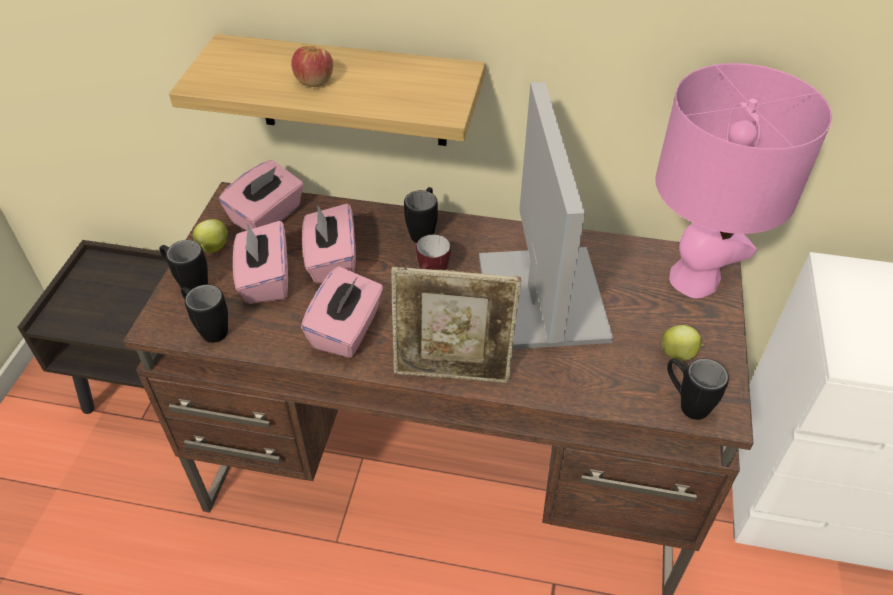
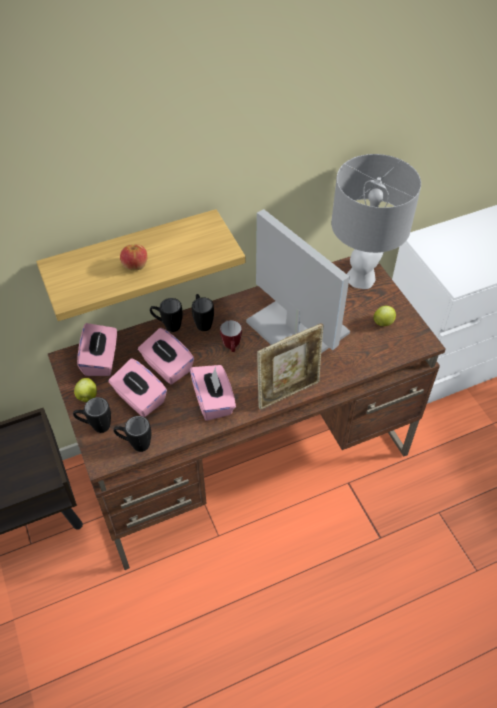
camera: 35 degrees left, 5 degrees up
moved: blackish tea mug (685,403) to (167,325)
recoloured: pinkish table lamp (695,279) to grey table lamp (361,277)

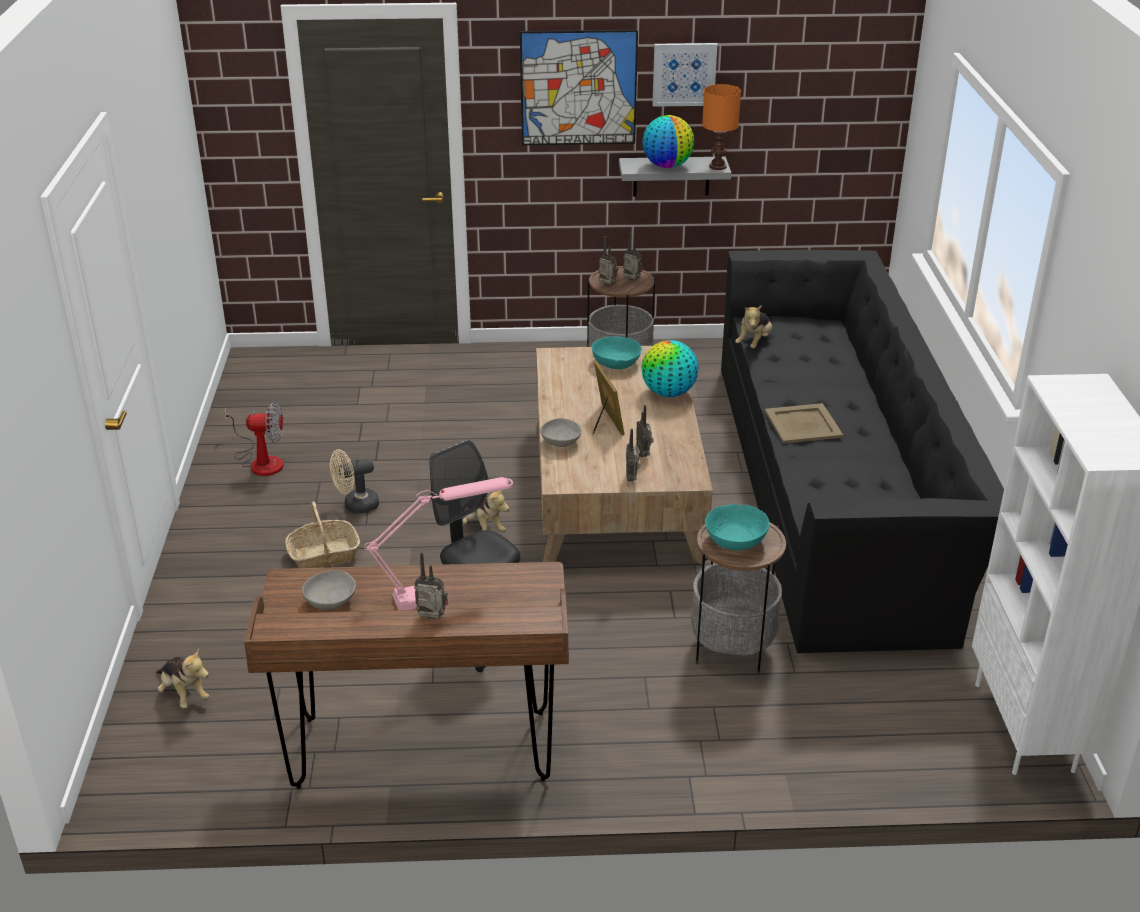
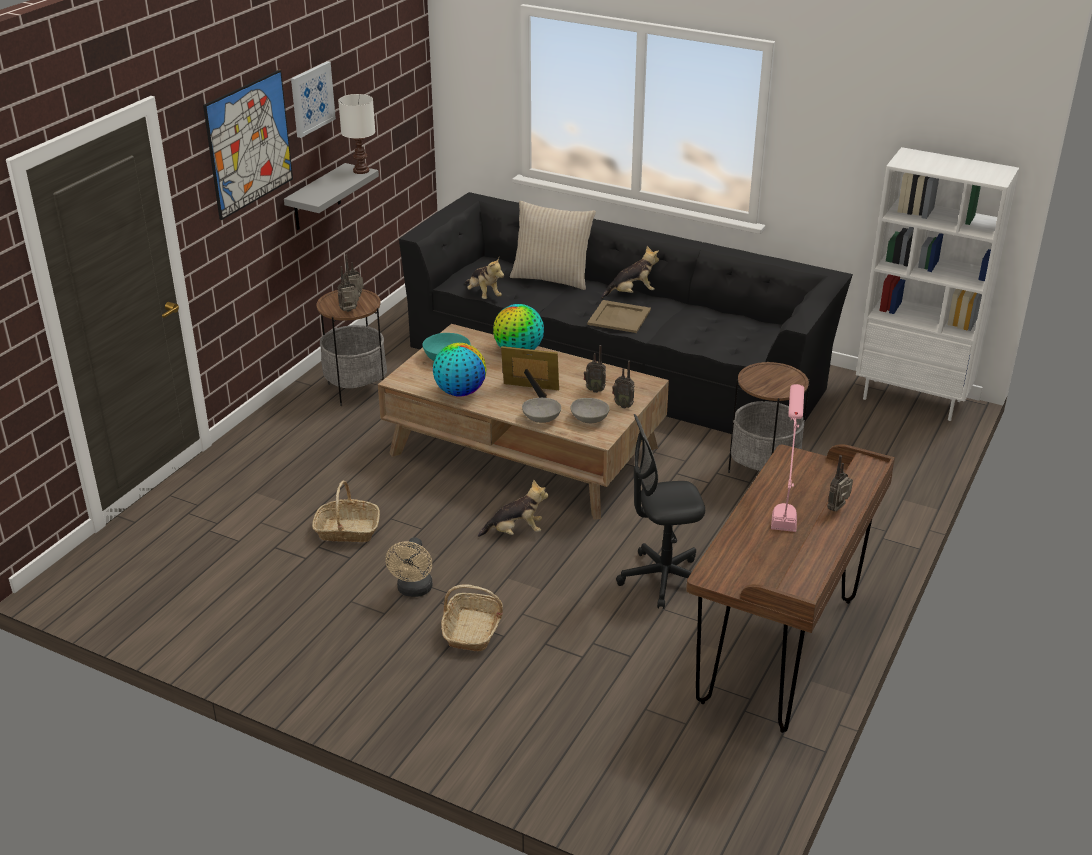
camera: 60 degrees left, 0 degrees up
removed: electric fan (261,461); turquoise-coloured serving bowl (735,539)
added: sand-coloured throw pillow (552,278); household basket (347,530)
moved: desk globe (667,166) to (460,392); grey serving bowl (330,602) to (589,419); soft toy (184,694) to (632,293)
recoloured: orange table lamp (718,166) to whitish table lamp (361,170)

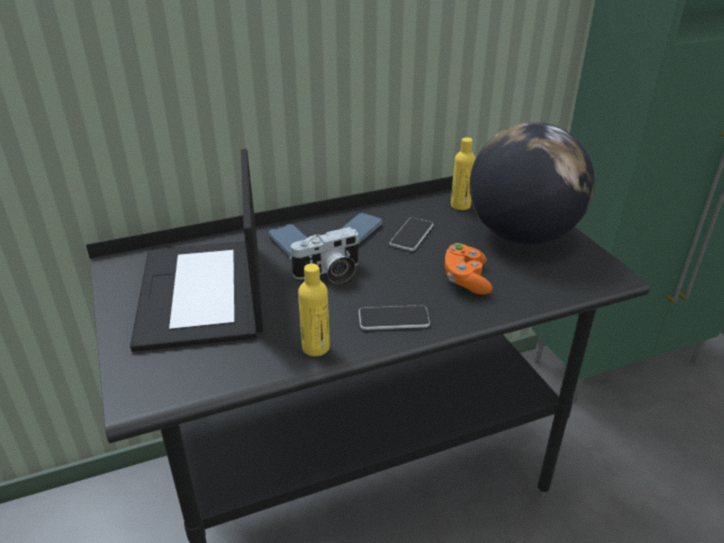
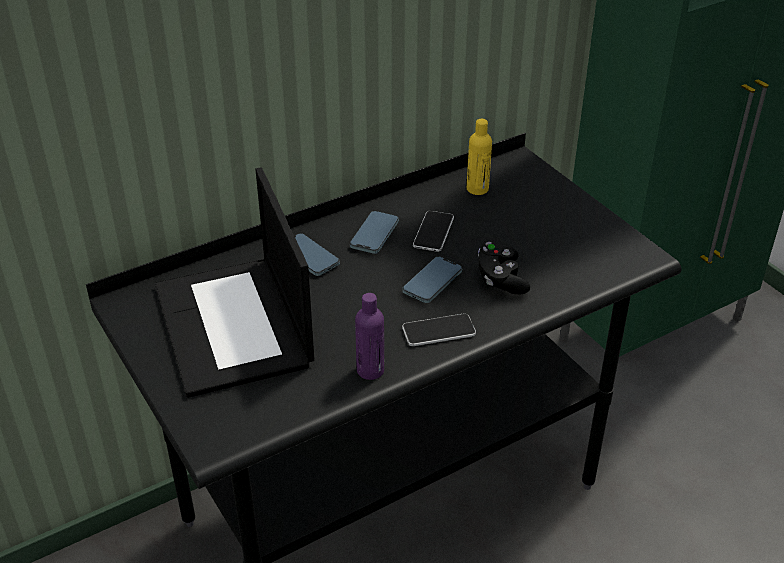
camera: 10 degrees left, 5 degrees up
removed: desk globe (522,235); still camera (329,273)
added: telephone (432,282)
recoloured: orange game controller (466,280) to blackish game controller (501,279); yellow-coloured bottle (315,347) to purple-coloured bottle (370,370)

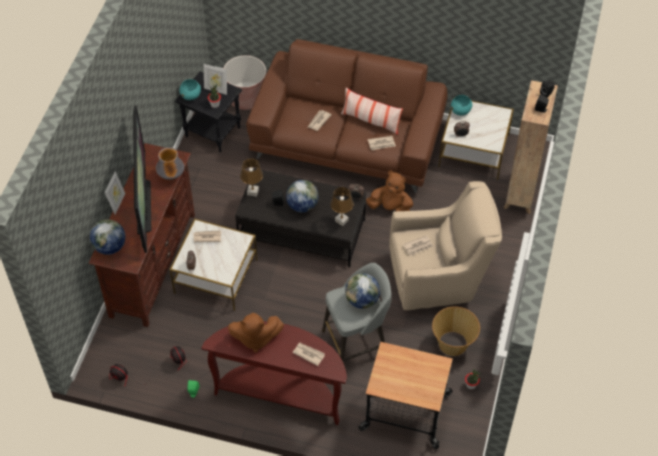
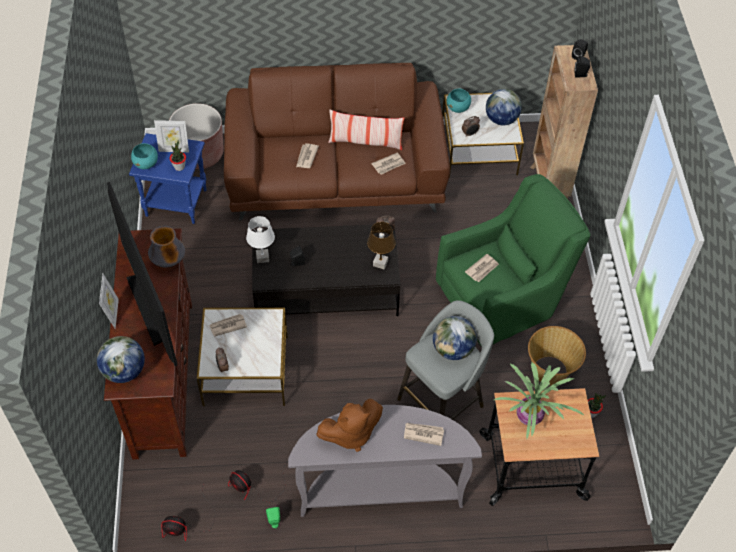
camera: 20 degrees left, 0 degrees up
removed: brown-coloured soft toy (391,209)
added: potted plant (530,418)
moved: desk globe (302,205) to (501,119)
recoloured: blackish accent table (214,131) to blue accent table (177,202); brown-coloured table lamp (253,192) to whitish table lamp (263,258); sand-coloured easy chair (439,278) to green-coloured easy chair (503,300); brown-coloured console table (281,393) to grey console table (380,489)

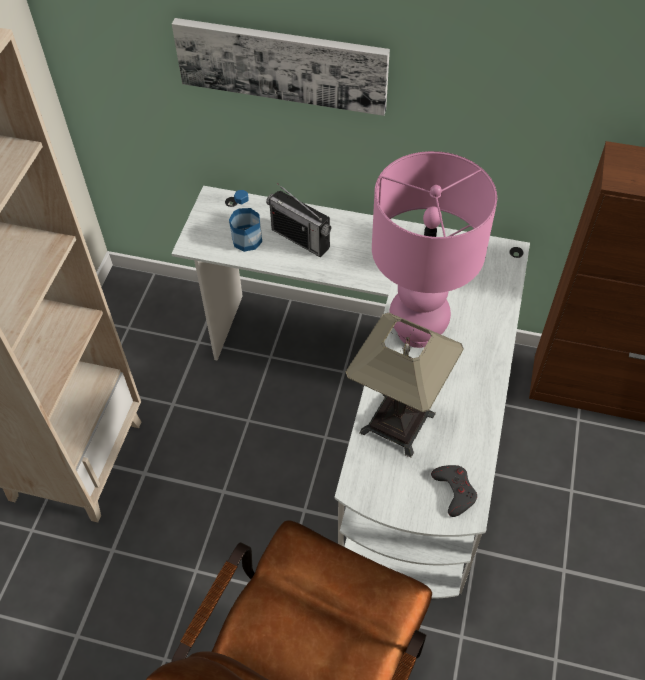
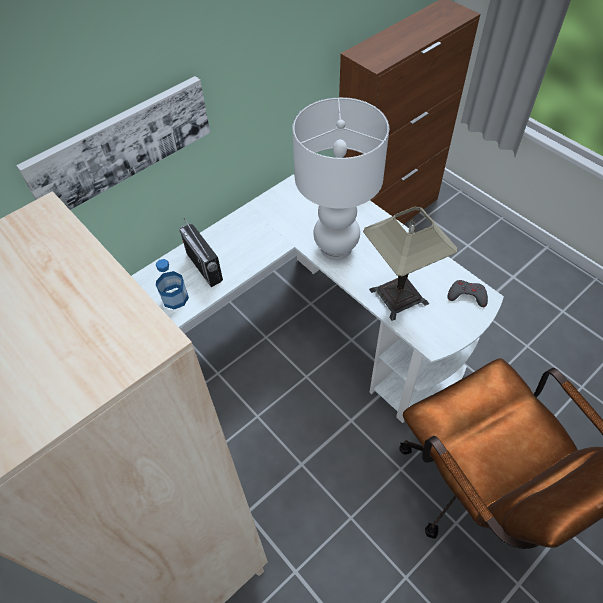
camera: 55 degrees left, 0 degrees up
recoloured: pinkish table lamp (417,331) to whitish table lamp (336,248)
turned: radio receiver (300,238) = (204,267) 75 degrees clockwise

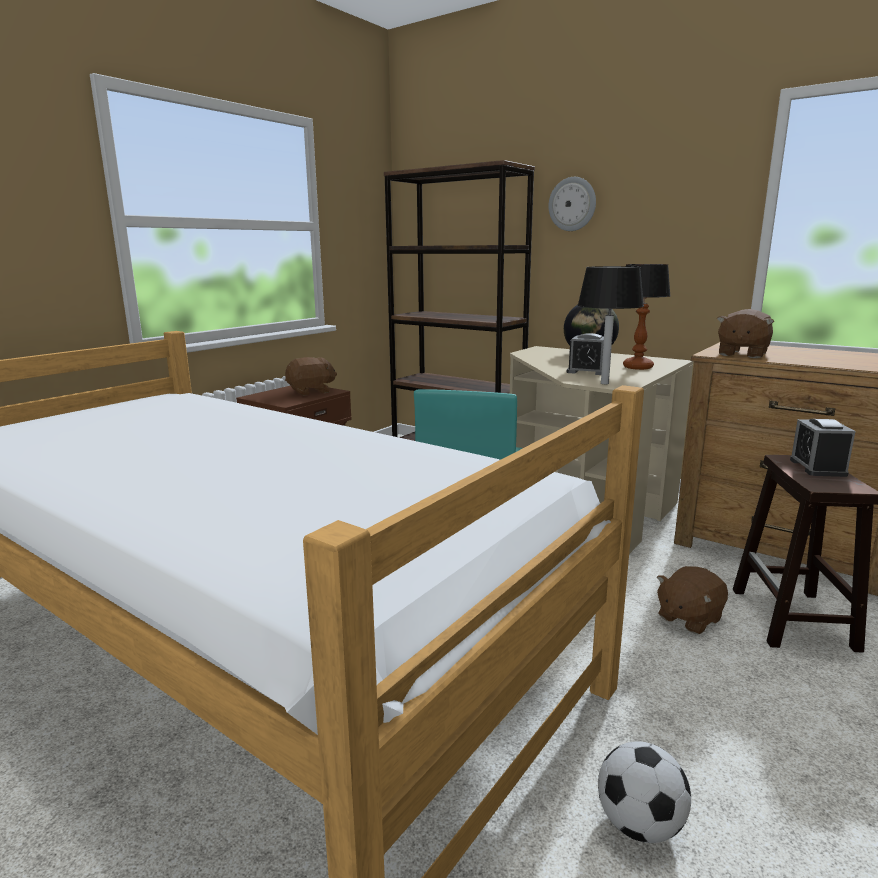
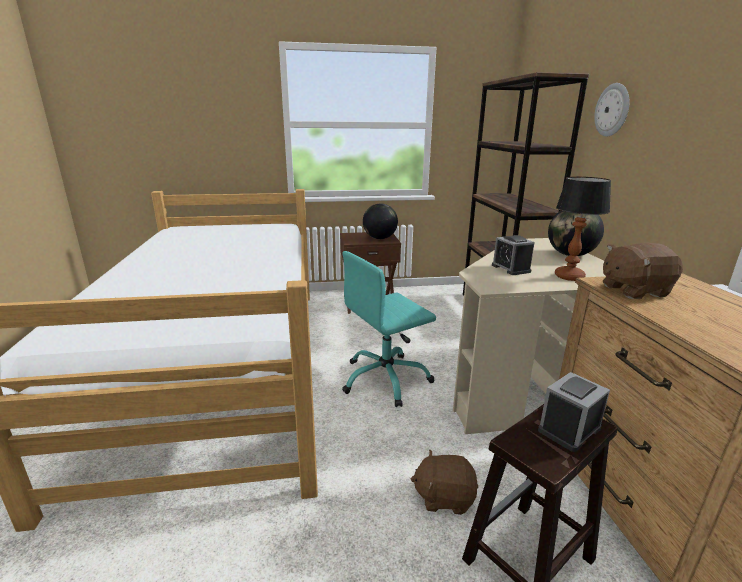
camera: 45 degrees right, 5 degrees up
removed: blackish table lamp (604,383); ball for football (639,825)
replaced: brown-coloured soft toy (311,392) to desk globe (380,238)

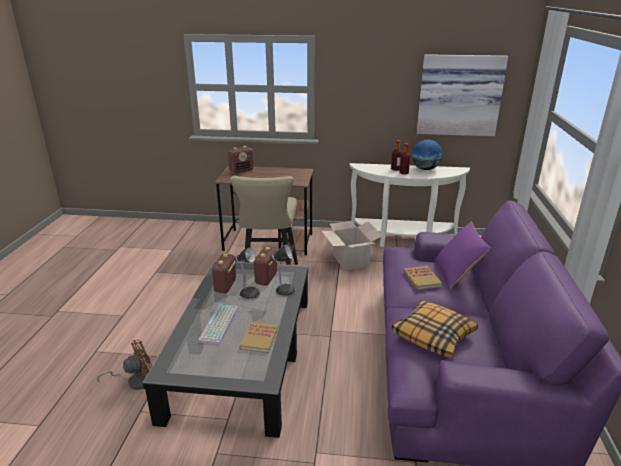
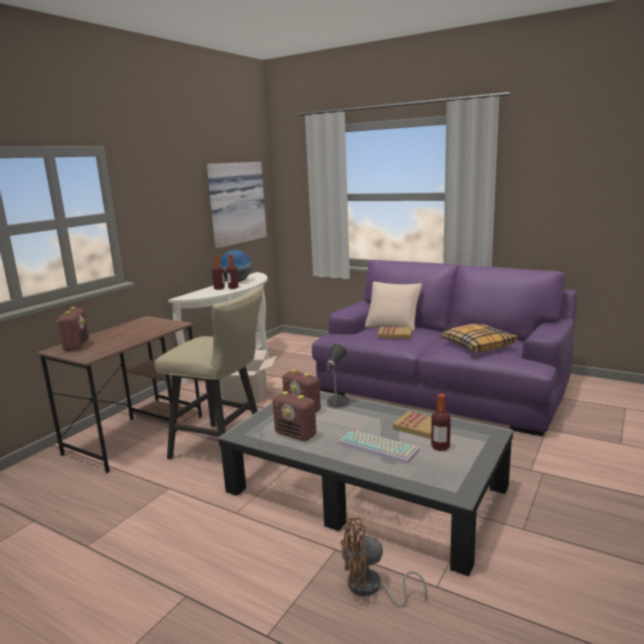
camera: 65 degrees left, 10 degrees down
removed: table lamp (248,293)
added: bottle (440,447)
recoloured: purple-coloured throw pillow (457,274) to sand-coloured throw pillow (393,325)
turned: brown-coloured electric fan (135,381) = (371,588) 90 degrees counterclockwise

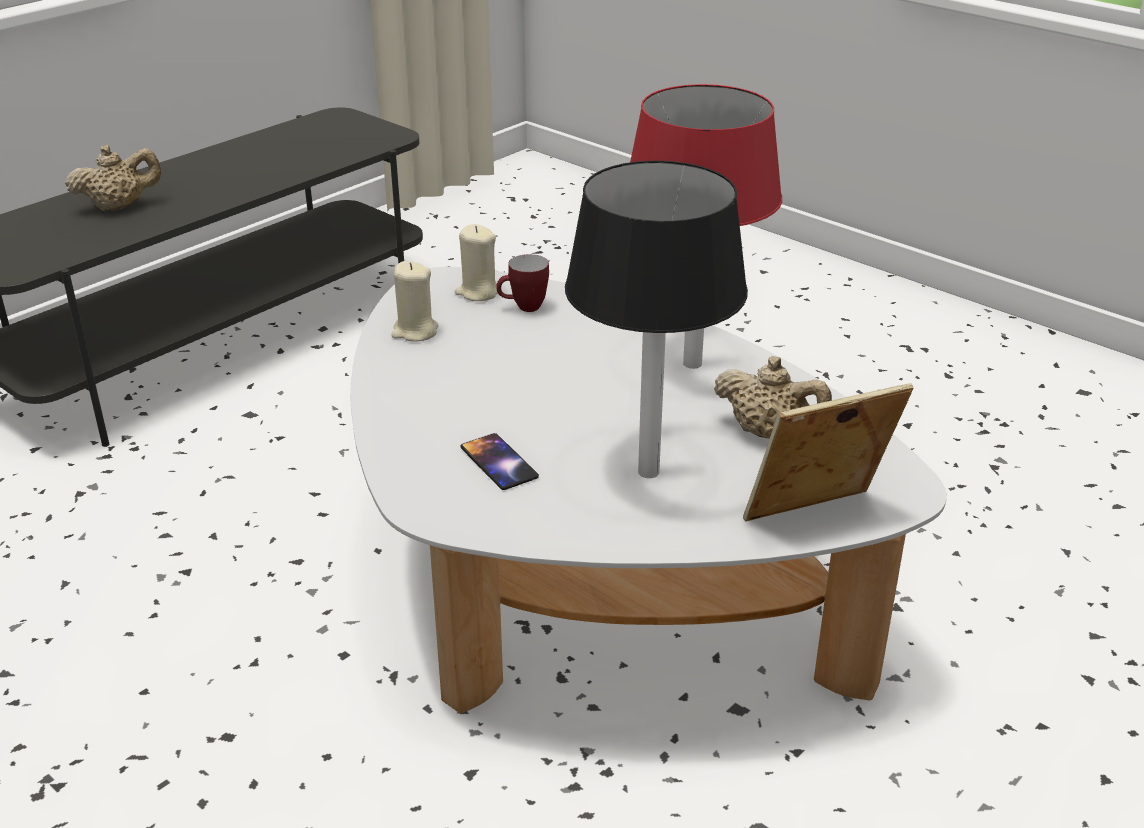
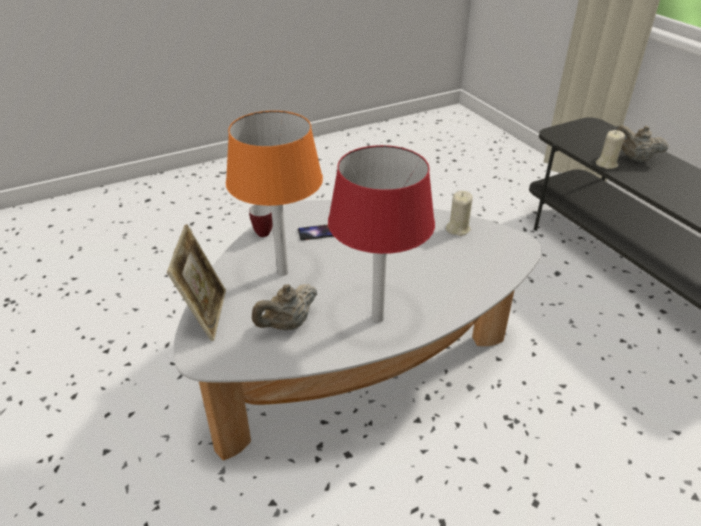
camera: 110 degrees right, 5 degrees up
moved: sand-coloured wax candle (478,292) to (606,164); tea mug (523,308) to (264,232)
recoloured: blackish table lamp (648,471) to orange table lamp (283,272)
turned: sand-coloured teapot (119,206) = (635,158) 120 degrees clockwise

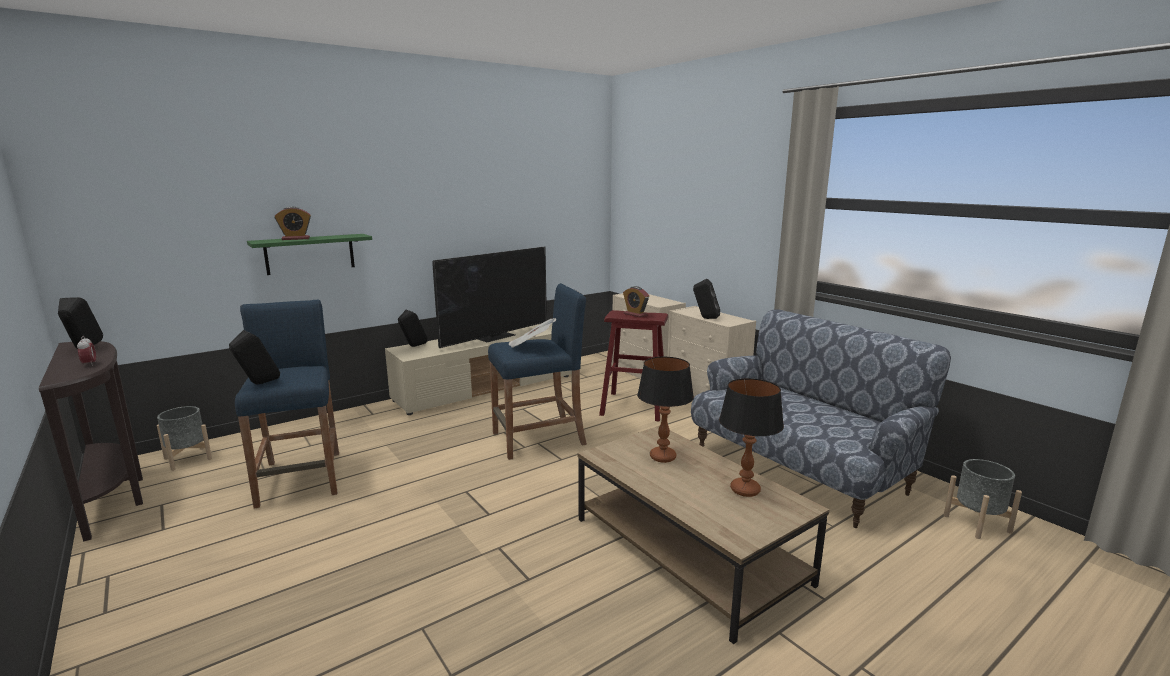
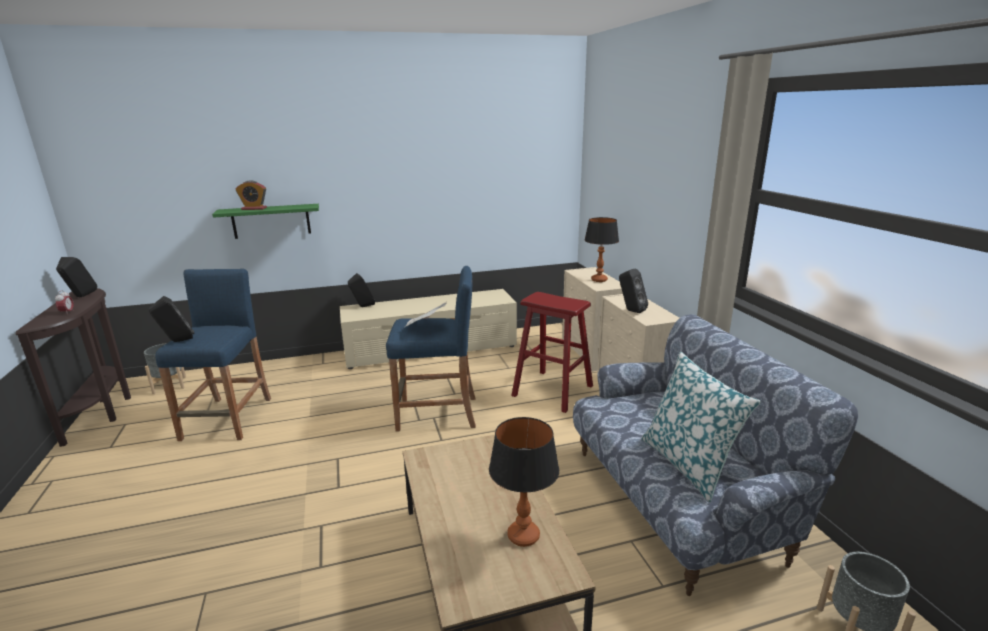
camera: 20 degrees right, 5 degrees up
removed: television (496,336); table clock (635,314)
added: throw pillow (688,464)
moved: table lamp (663,457) to (599,280)

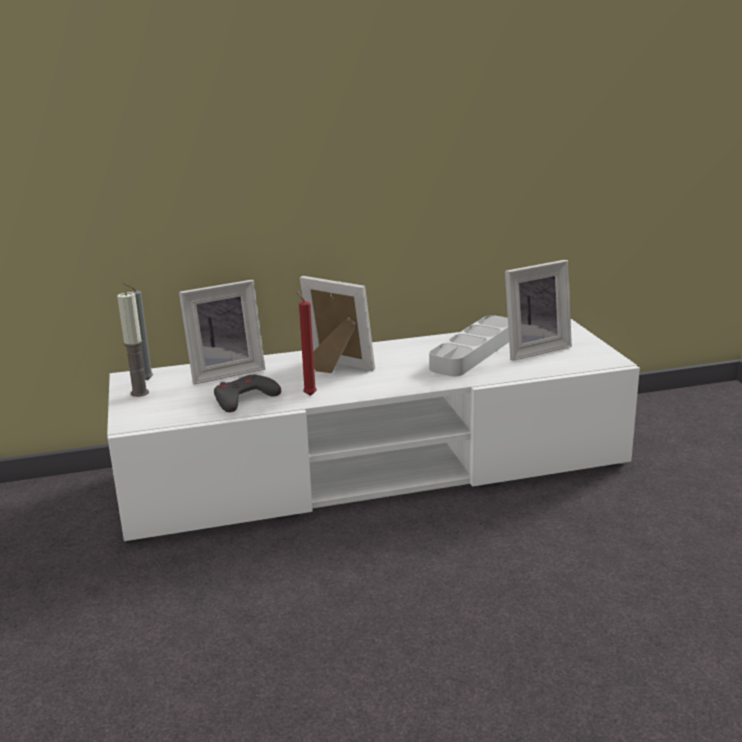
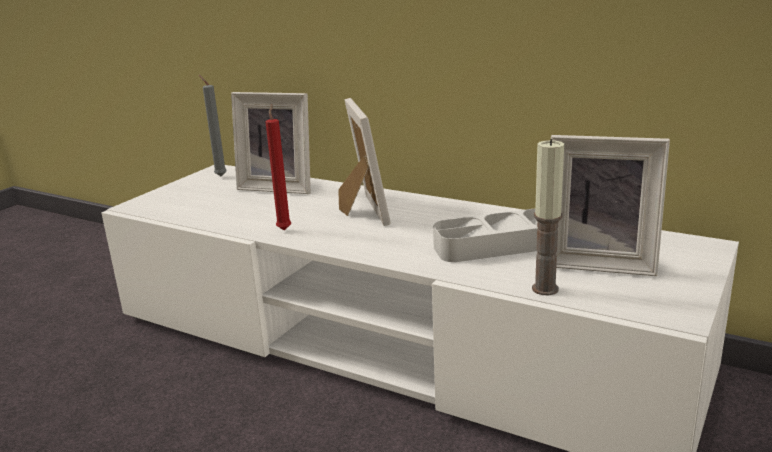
camera: 45 degrees right, 0 degrees up
removed: grey game controller (244,399)
moved: wax candle (139,393) to (545,289)

